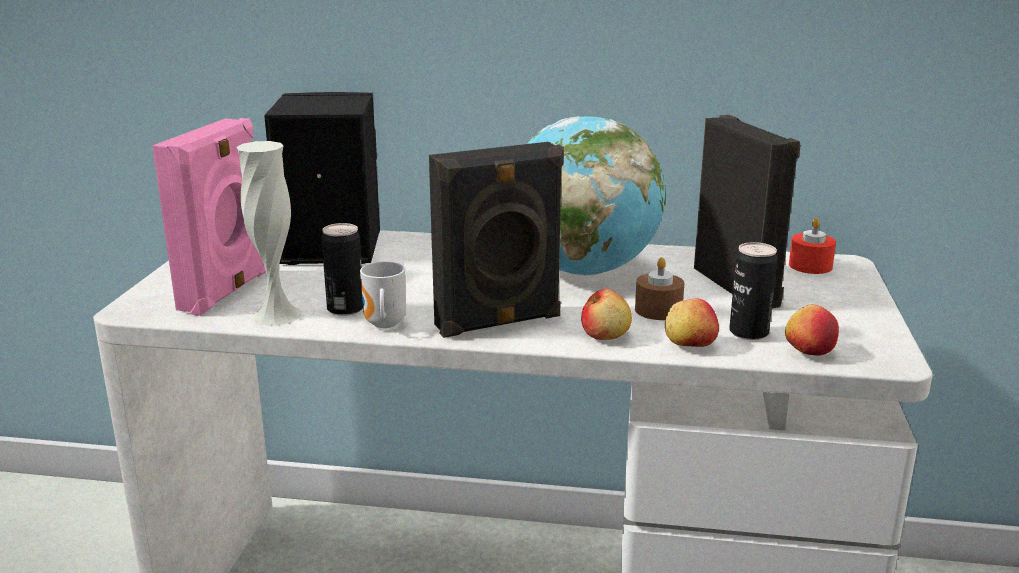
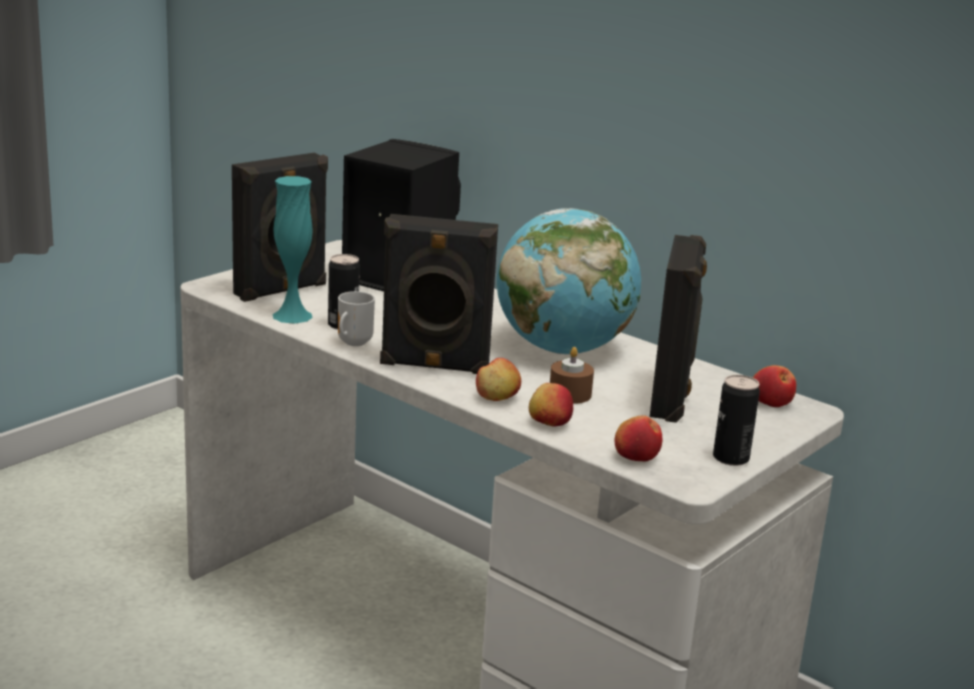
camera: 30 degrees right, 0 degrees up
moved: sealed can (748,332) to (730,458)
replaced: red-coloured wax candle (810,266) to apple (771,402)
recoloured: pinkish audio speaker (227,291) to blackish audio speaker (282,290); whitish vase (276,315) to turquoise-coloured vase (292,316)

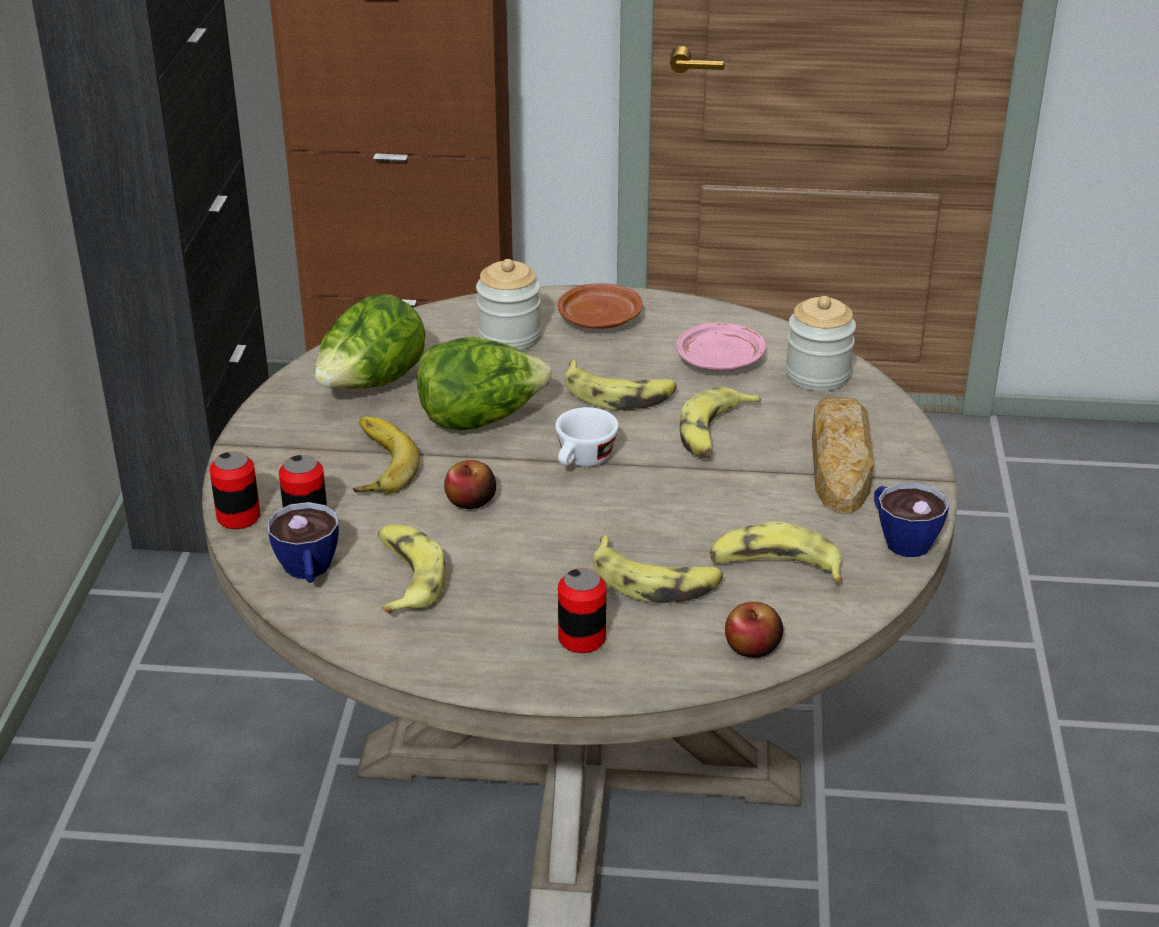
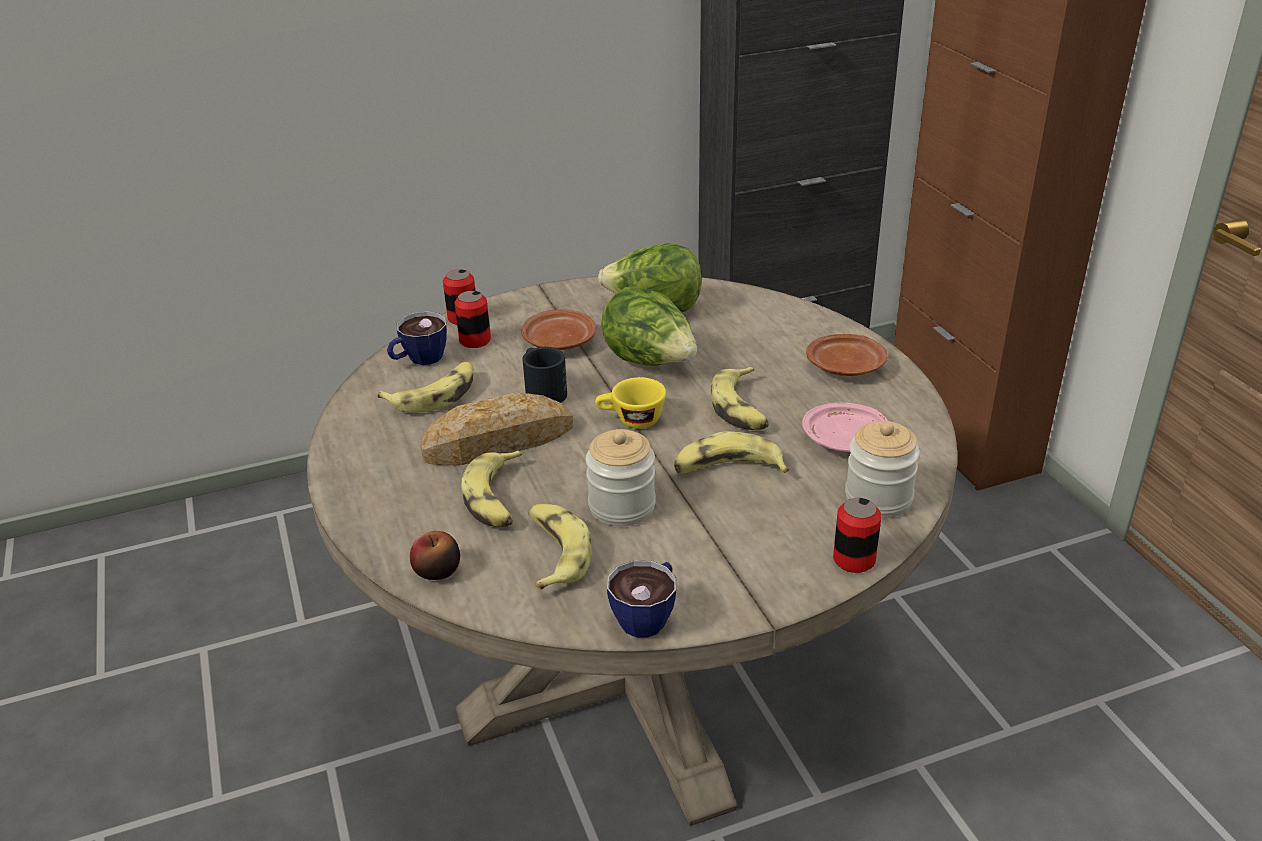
camera: 65 degrees right, 0 degrees up
moved: preserve jar (509,336) to (622,506); bread (840,462) to (498,441); sealed can (582,638) to (854,559)
replaced: banana fruit (373,464) to brown-coloured flat dish (558,341); apple (470,501) to blackish tea mug (542,391)
recoloured: whitish small cup (583,462) to yellow-coloured small cup (631,420)

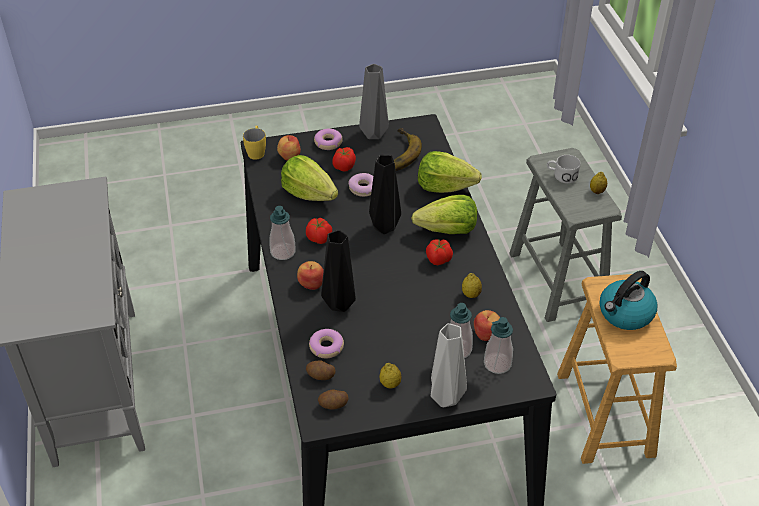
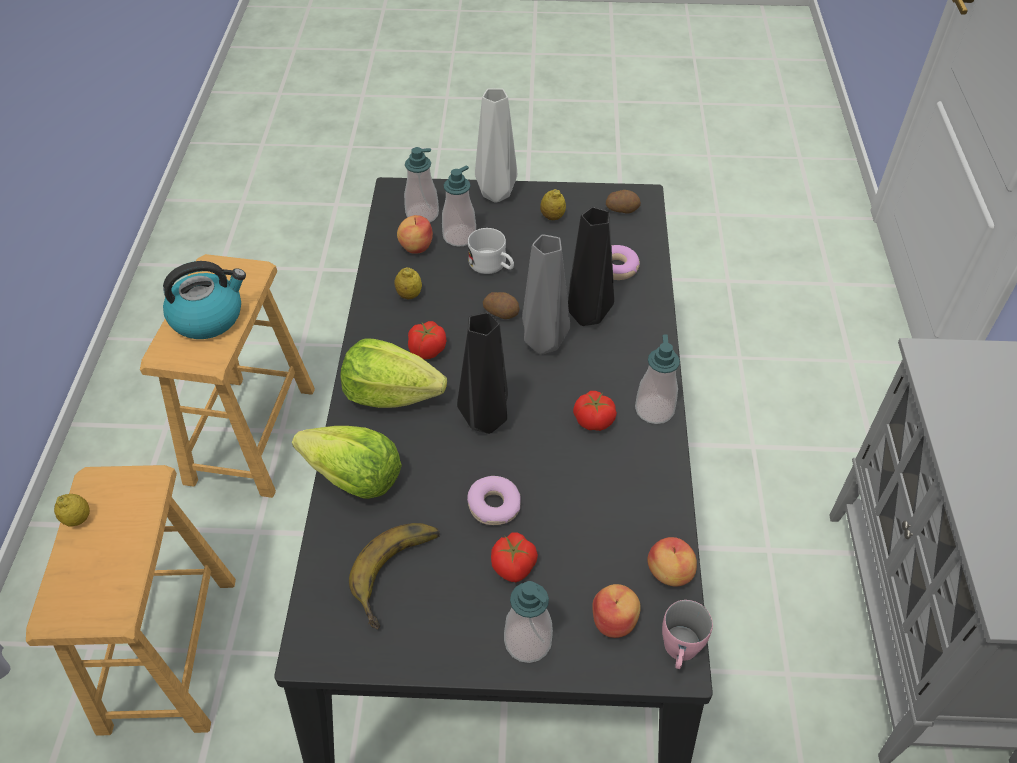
camera: 165 degrees left, 5 degrees up
removed: head of lettuce (309,194)
moved: grey vase (372,134) to (546,343); whitish tea mug (561,175) to (492,266); apple (311,283) to (669,574); spud (320,376) to (501,312)
replaced: ring doughnut (328,143) to liquid soap bottle (527,641)
recoloured: yellow-coloured tea mug (256,151) to pinkish tea mug (679,653); grey sitting stool (557,280) to brown-coloured sitting stool (168,653)

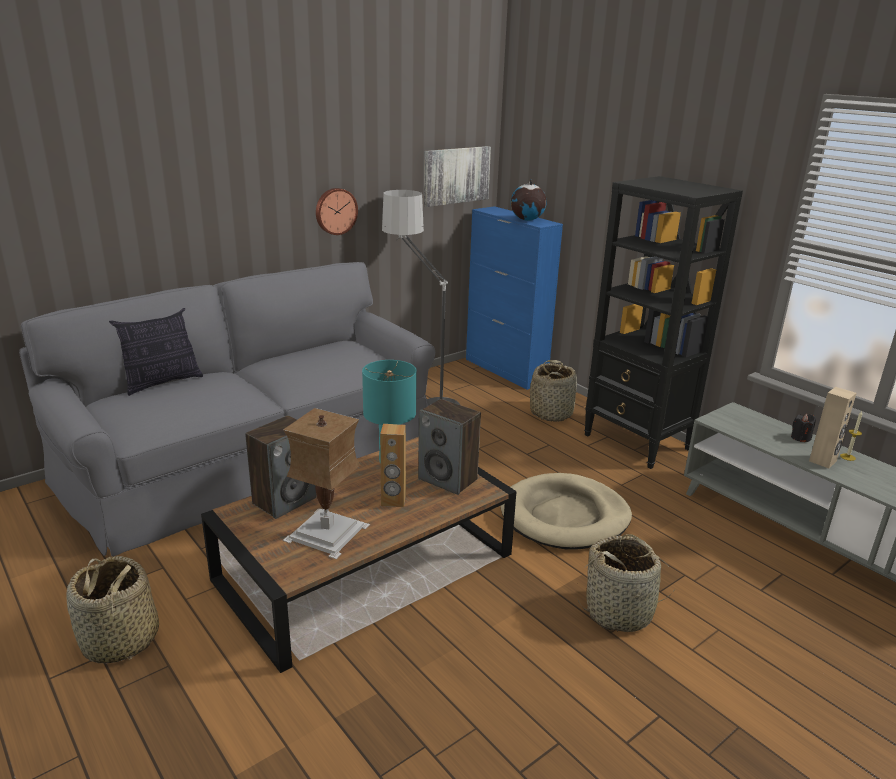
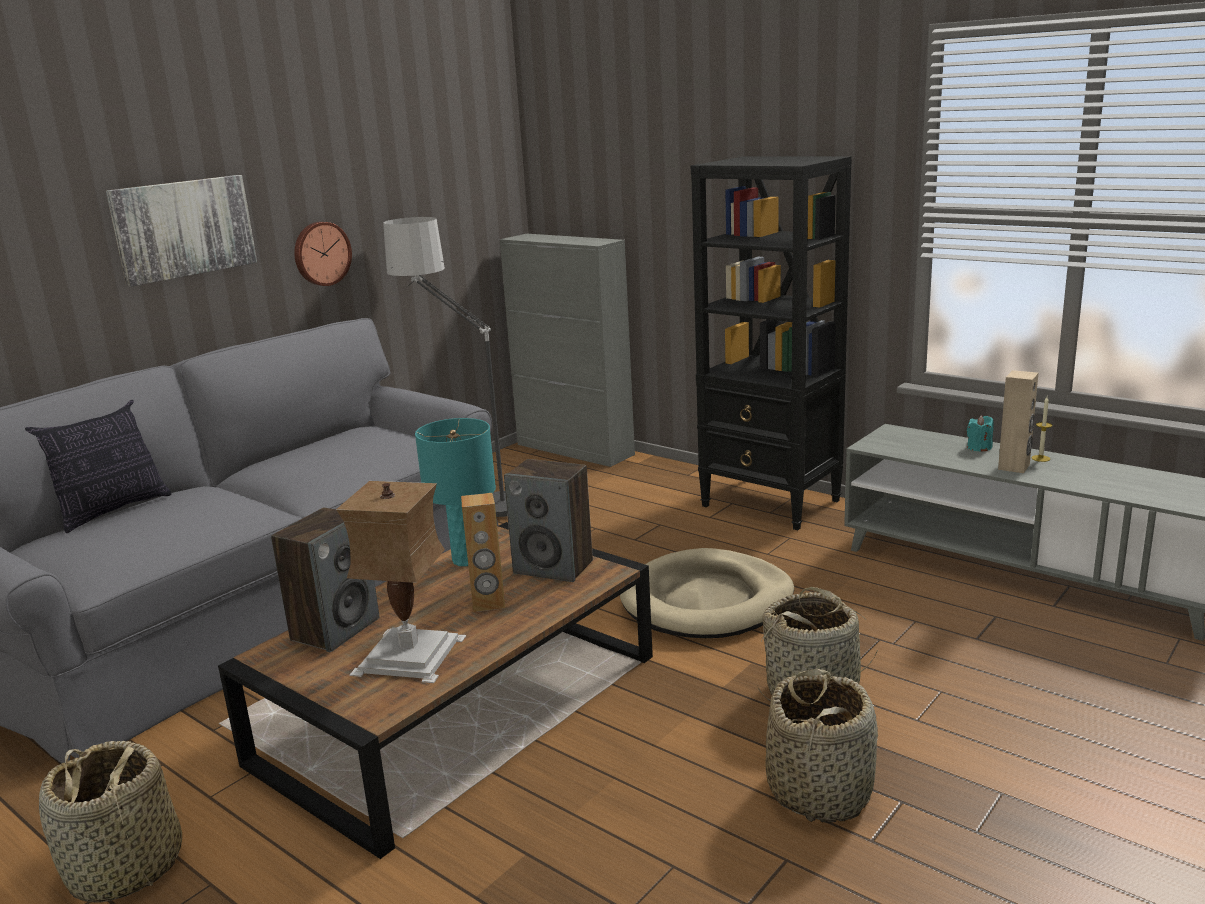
camera: 10 degrees left, 5 degrees down
removed: desk globe (527,220)
moved: wall art (456,175) to (183,228); household basket (551,413) to (820,790)
recoloured: blue storage cabinet (505,370) to grey storage cabinet (575,449); blackish wax candle (800,438) to turquoise-coloured wax candle (979,448)

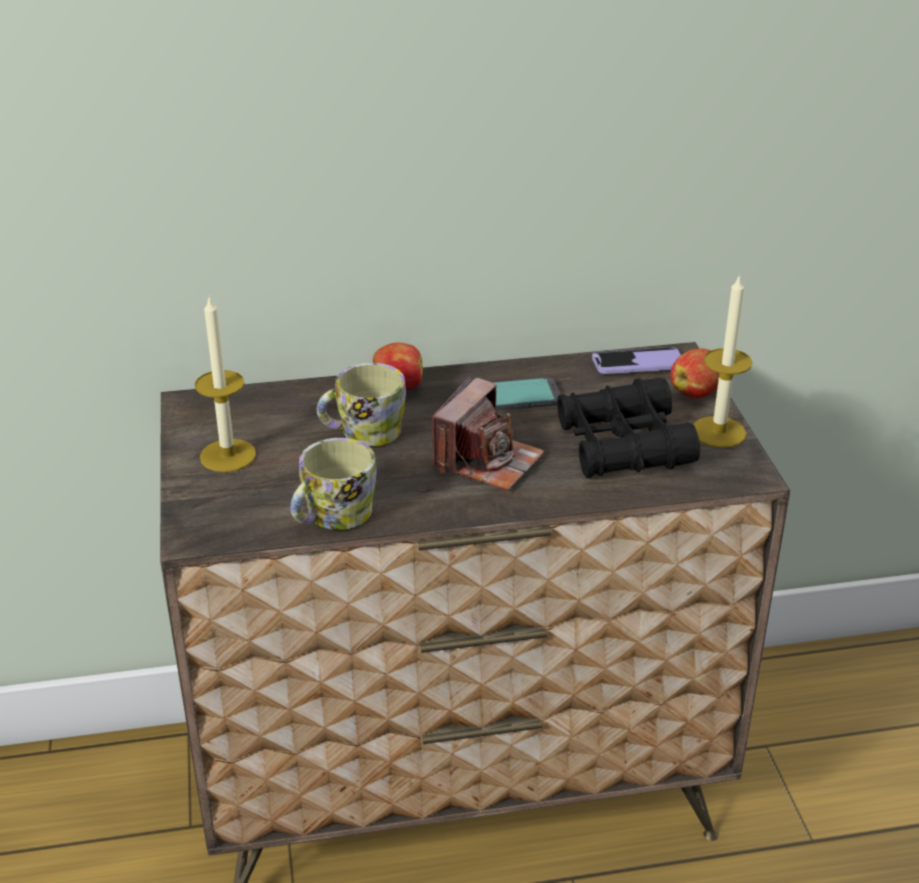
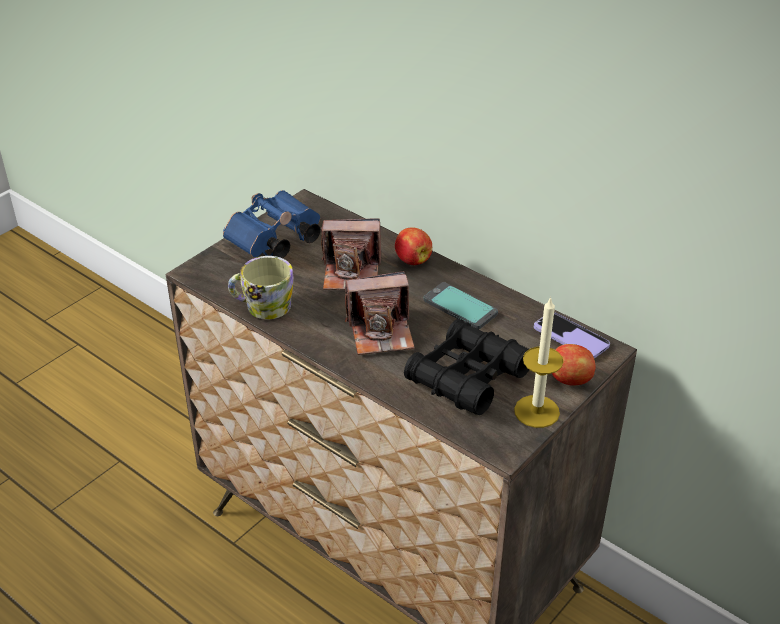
camera: 50 degrees right, 5 degrees up
replaced: wax candle (228,455) to blue field glasses (274,242); tea mug (362,432) to still camera (352,273)

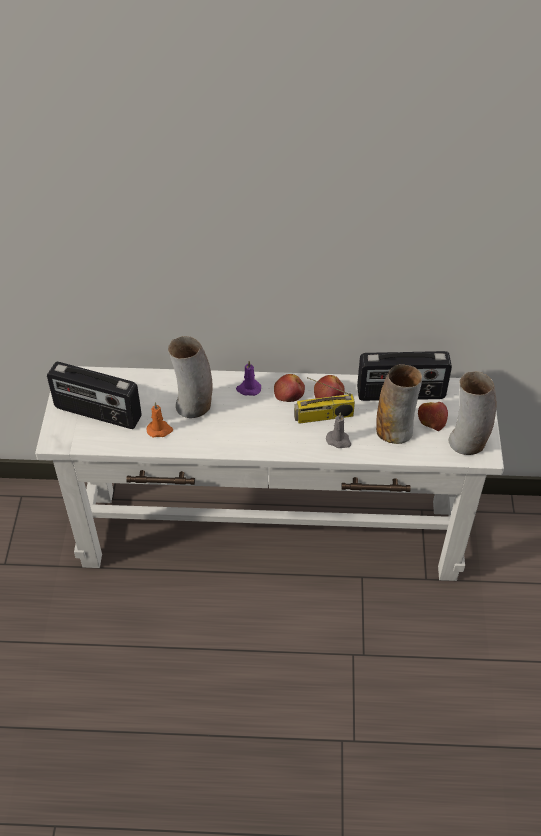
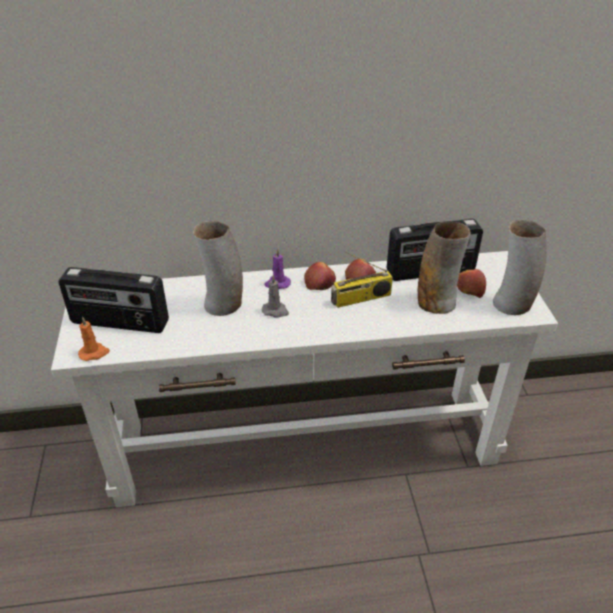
camera: 10 degrees left, 10 degrees down
moved: orange wax candle (160,430) to (94,353); grey wax candle (339,440) to (275,311)

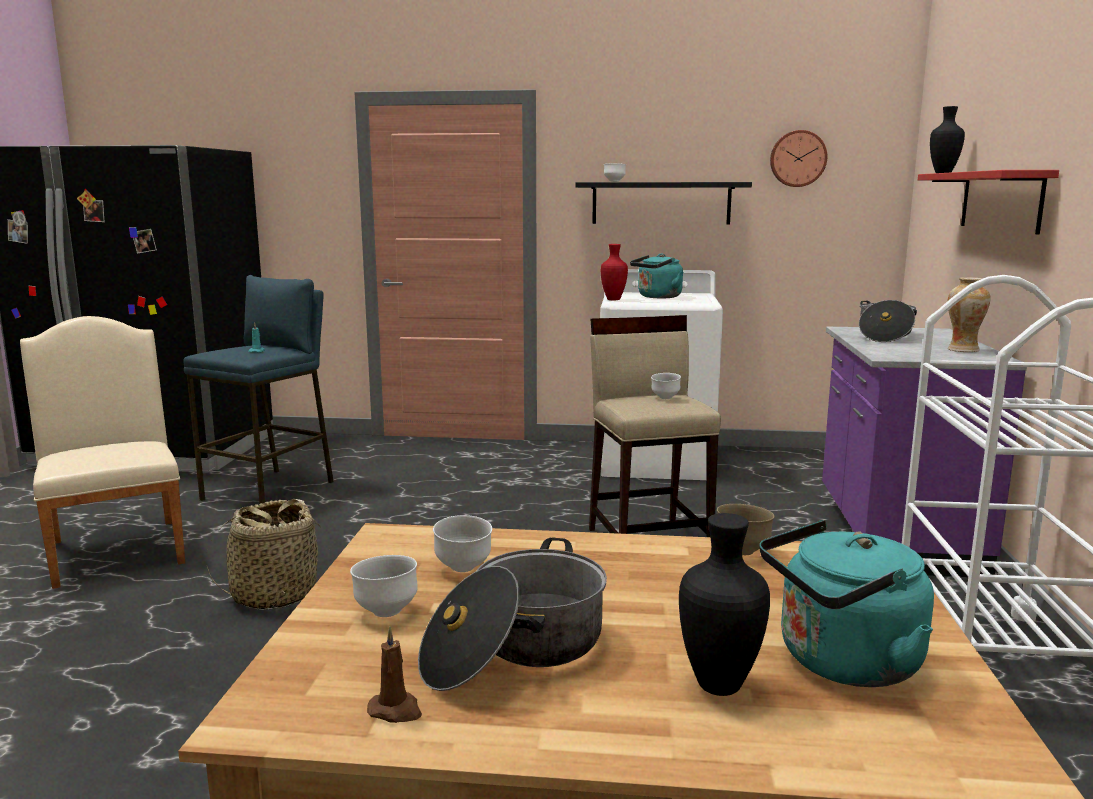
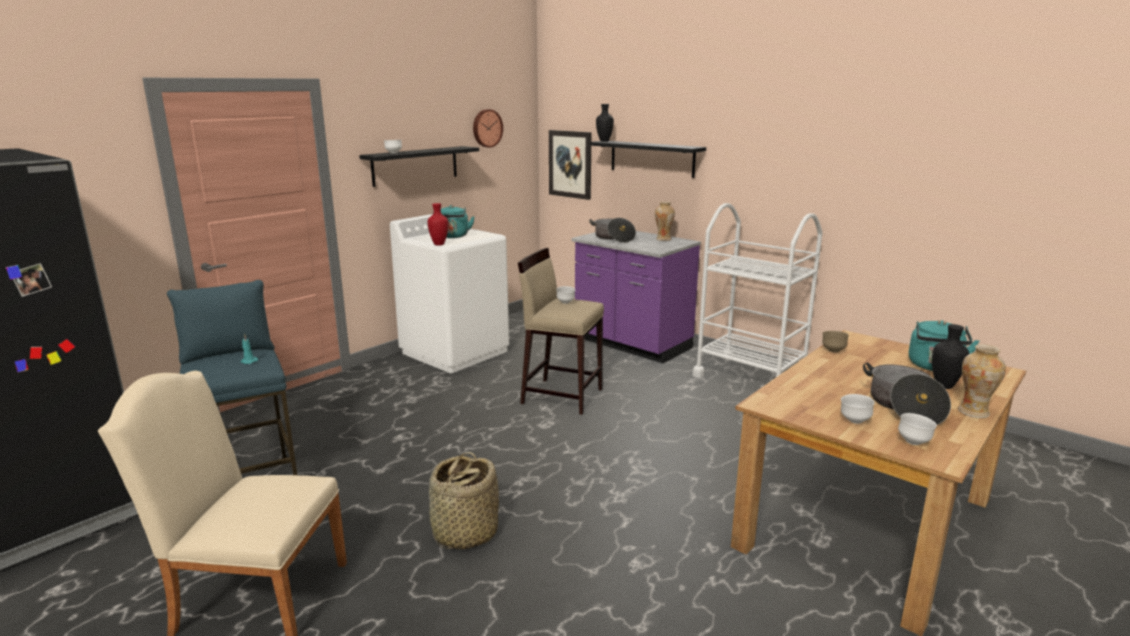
camera: 55 degrees left, 5 degrees up
removed: brown-coloured wax candle (396,711)
added: wall art (570,164); vase (973,412)
moved: whitish serving bowl (463,569) to (914,442)
recoloured: red-coloured bracket shelf (1000,201) to blackish bracket shelf (652,158)

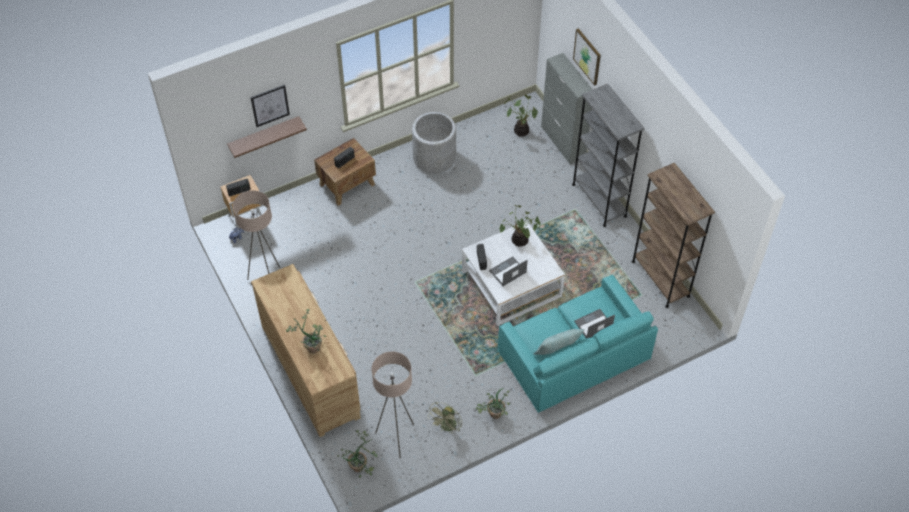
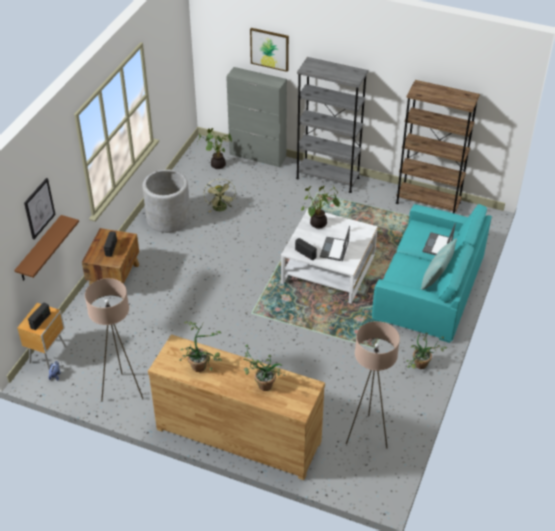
camera: 40 degrees left, 10 degrees down
moved: green-coloured electric fan (447,427) to (221,209); potted plant (361,466) to (202,364)

